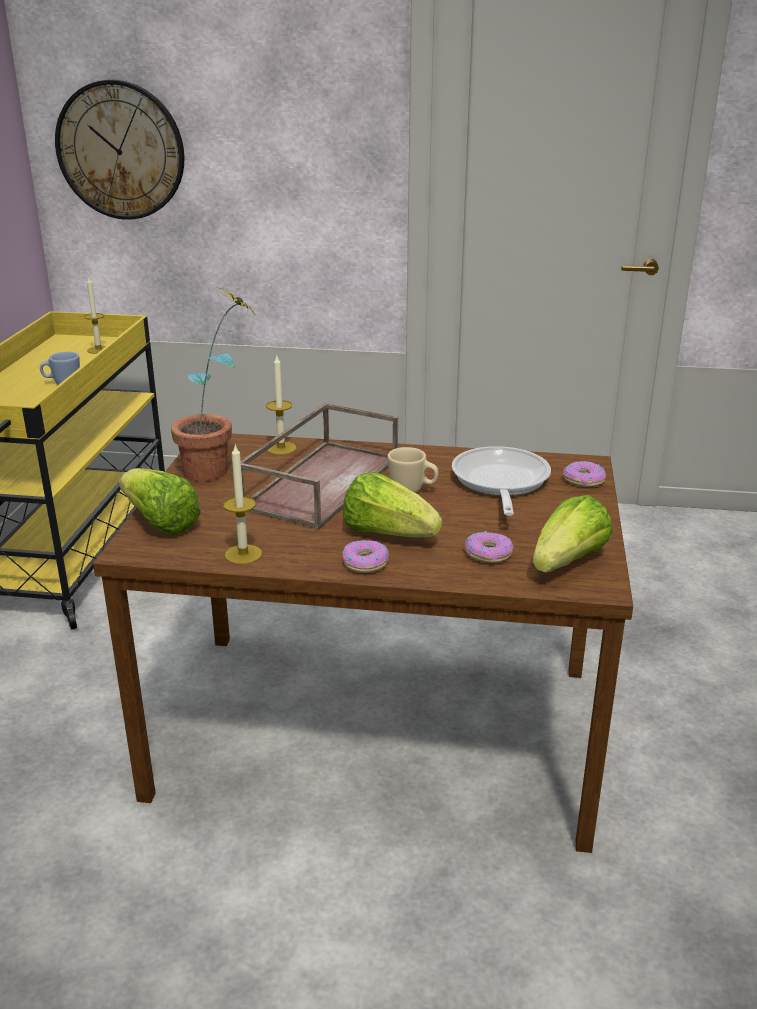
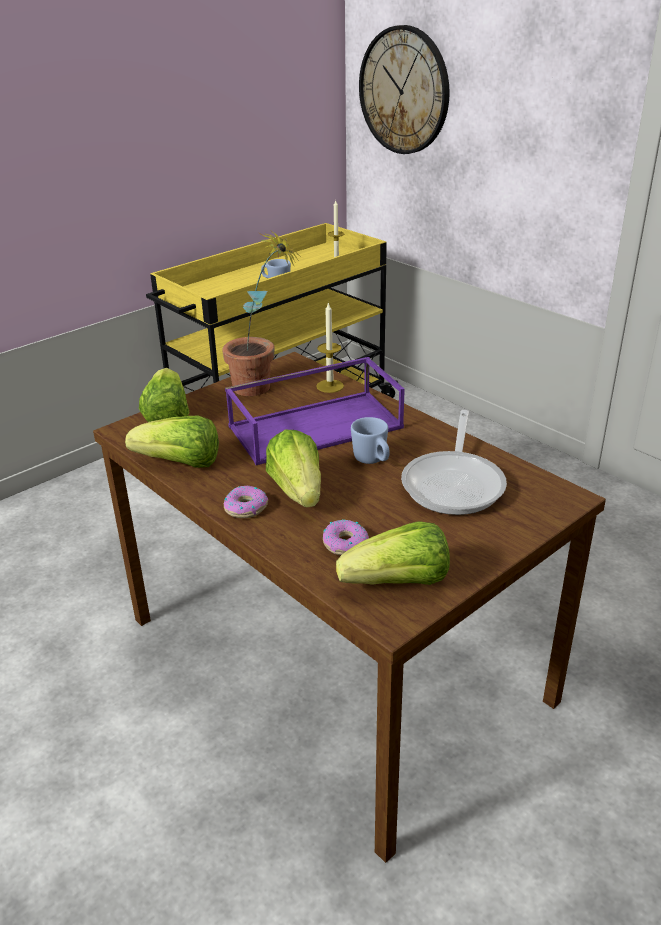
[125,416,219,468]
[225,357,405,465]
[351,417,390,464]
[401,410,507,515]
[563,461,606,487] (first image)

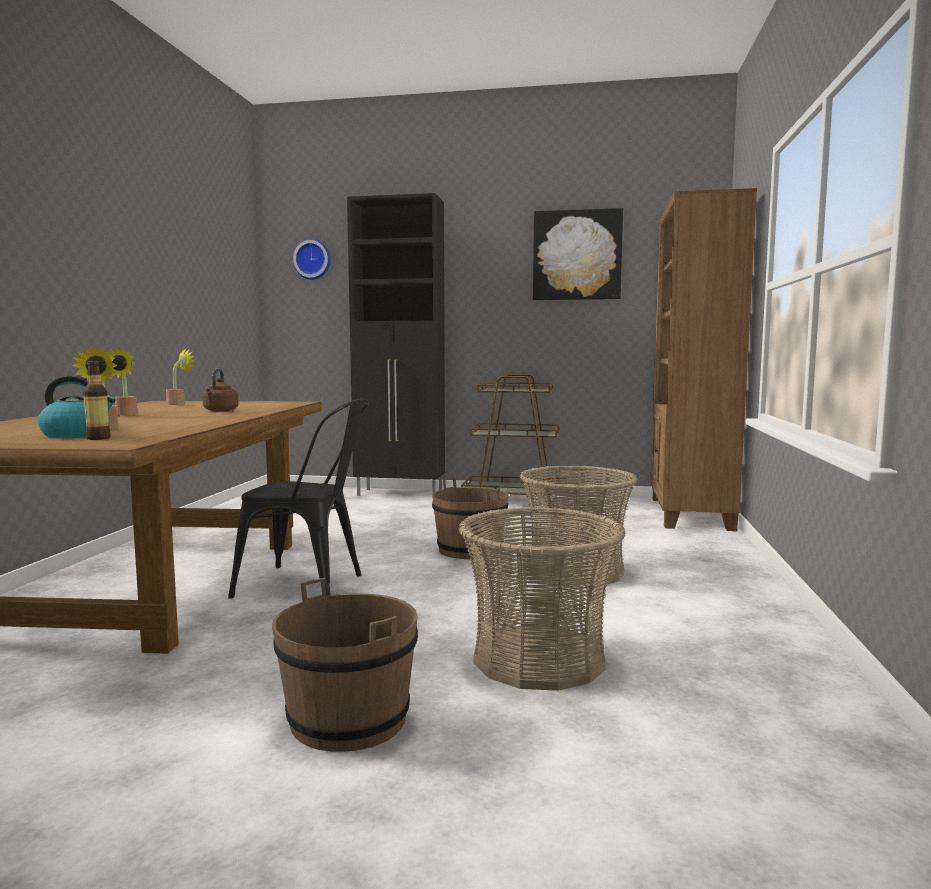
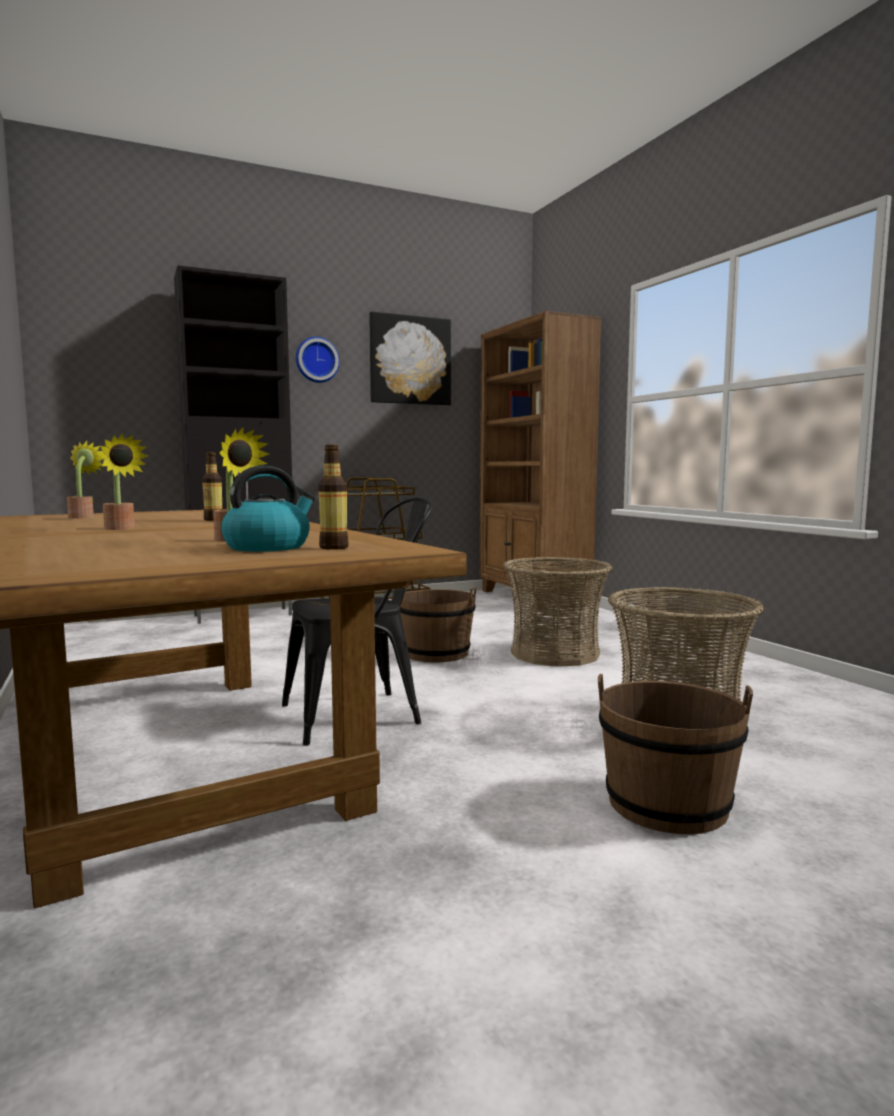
[202,452,223,521]
[296,337,340,383]

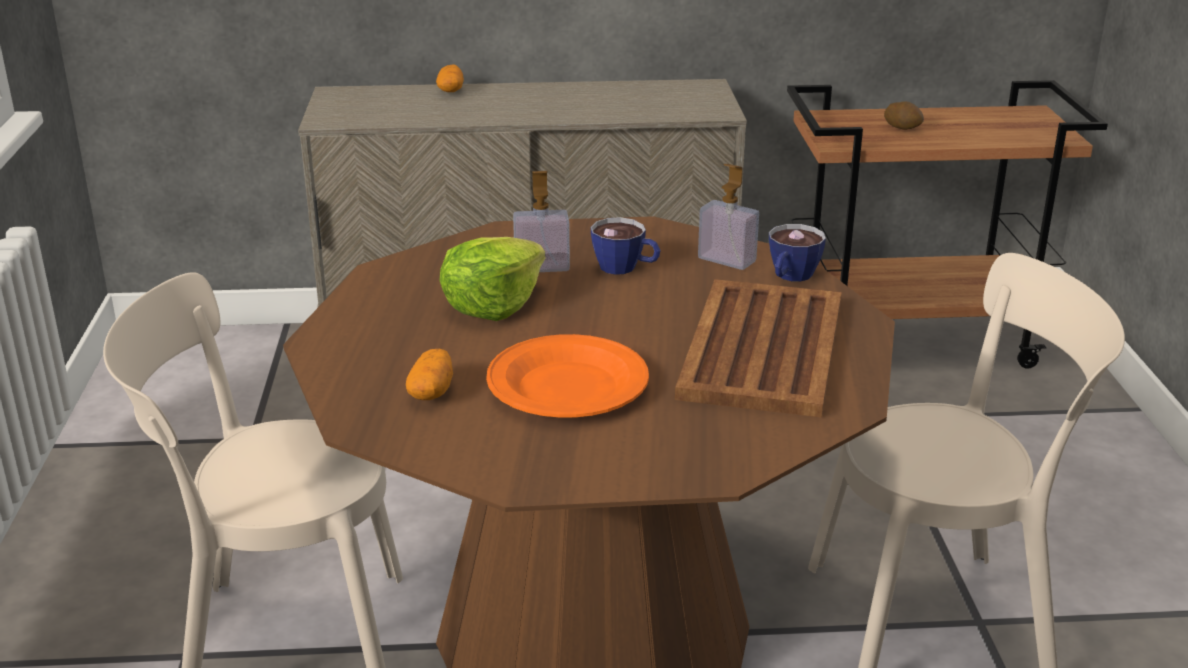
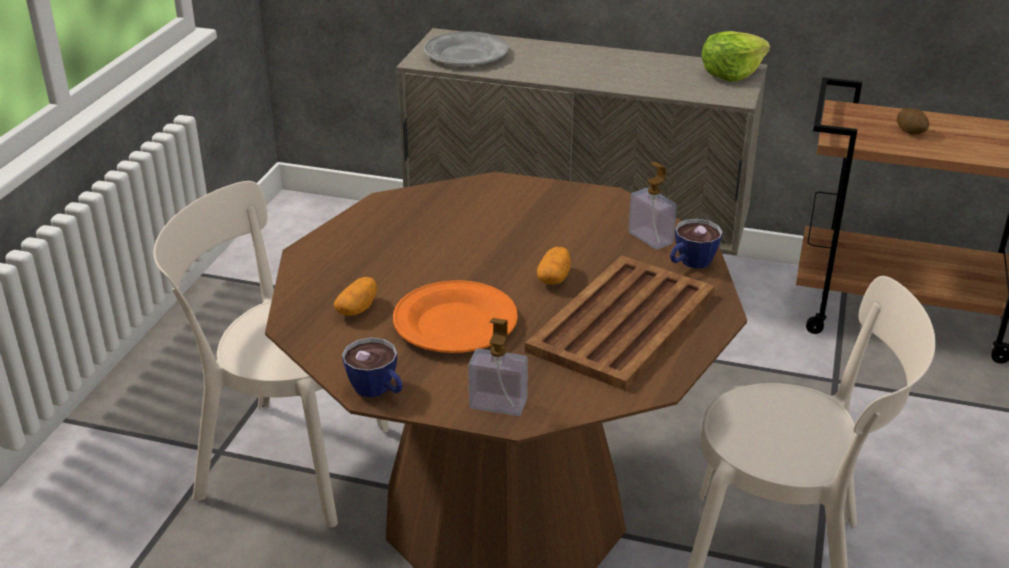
[537,247,571,285]
[701,31,770,82]
[468,318,528,416]
[342,337,402,397]
[423,31,509,65]

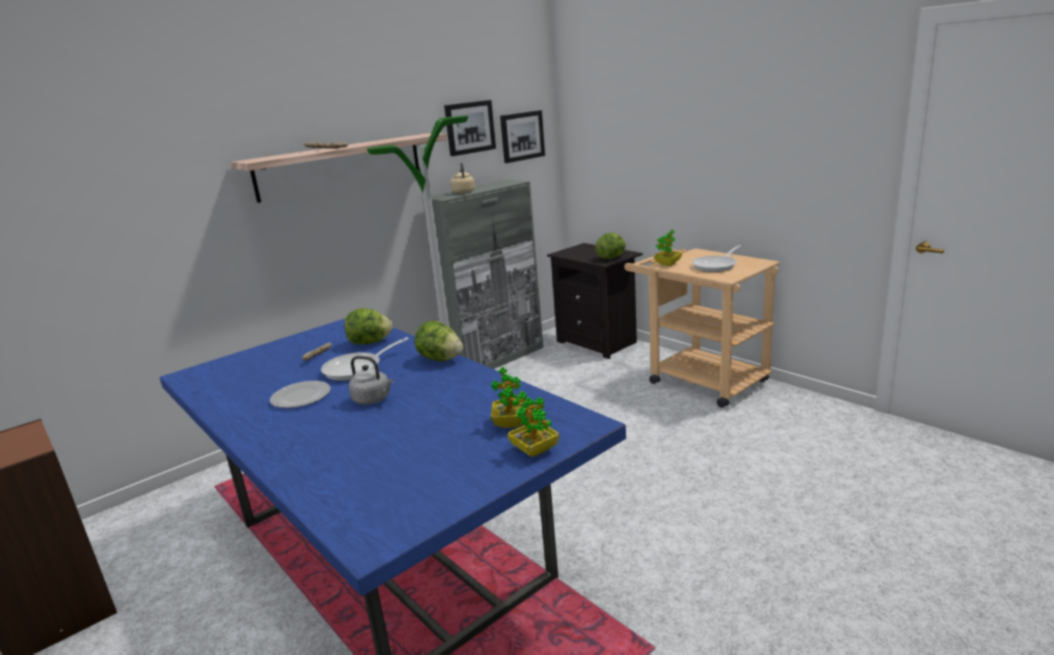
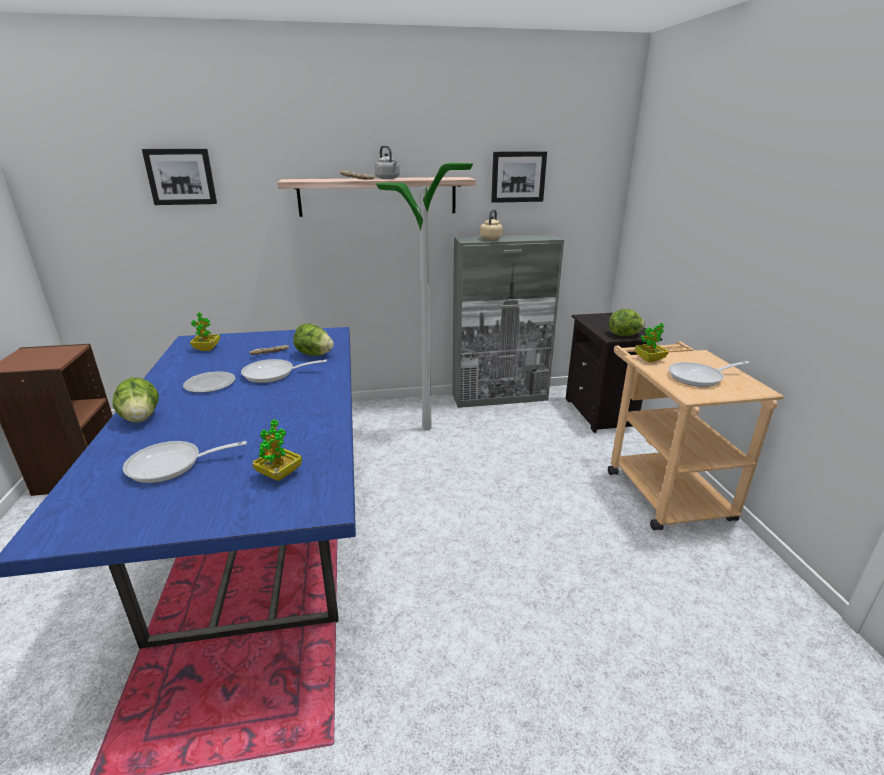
[375,146,400,179]
[113,378,159,422]
[142,149,217,205]
[190,312,220,351]
[123,441,247,483]

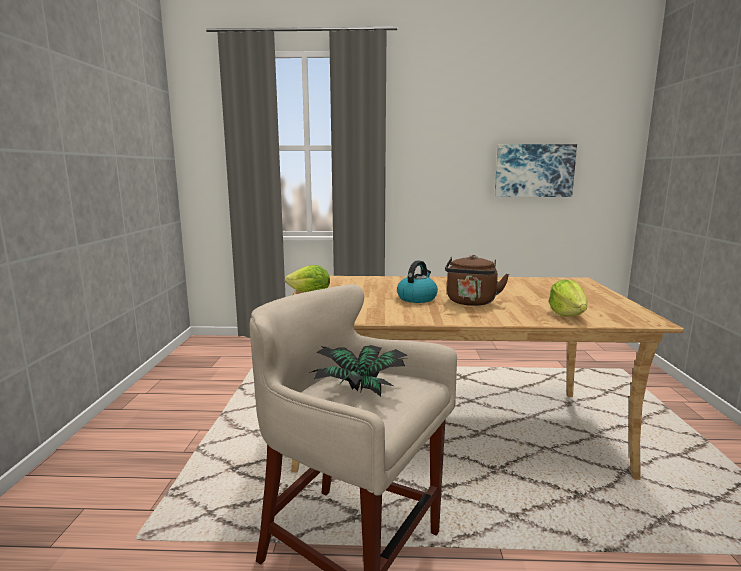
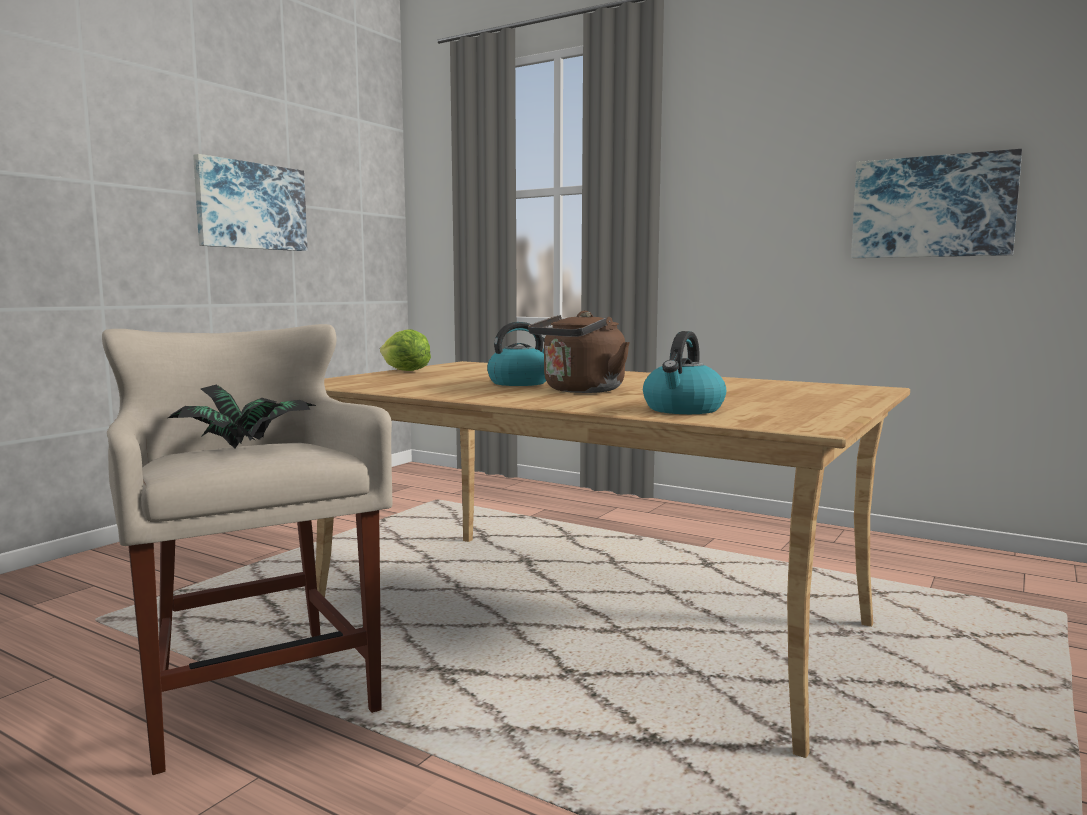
[643,331,726,414]
[193,154,307,251]

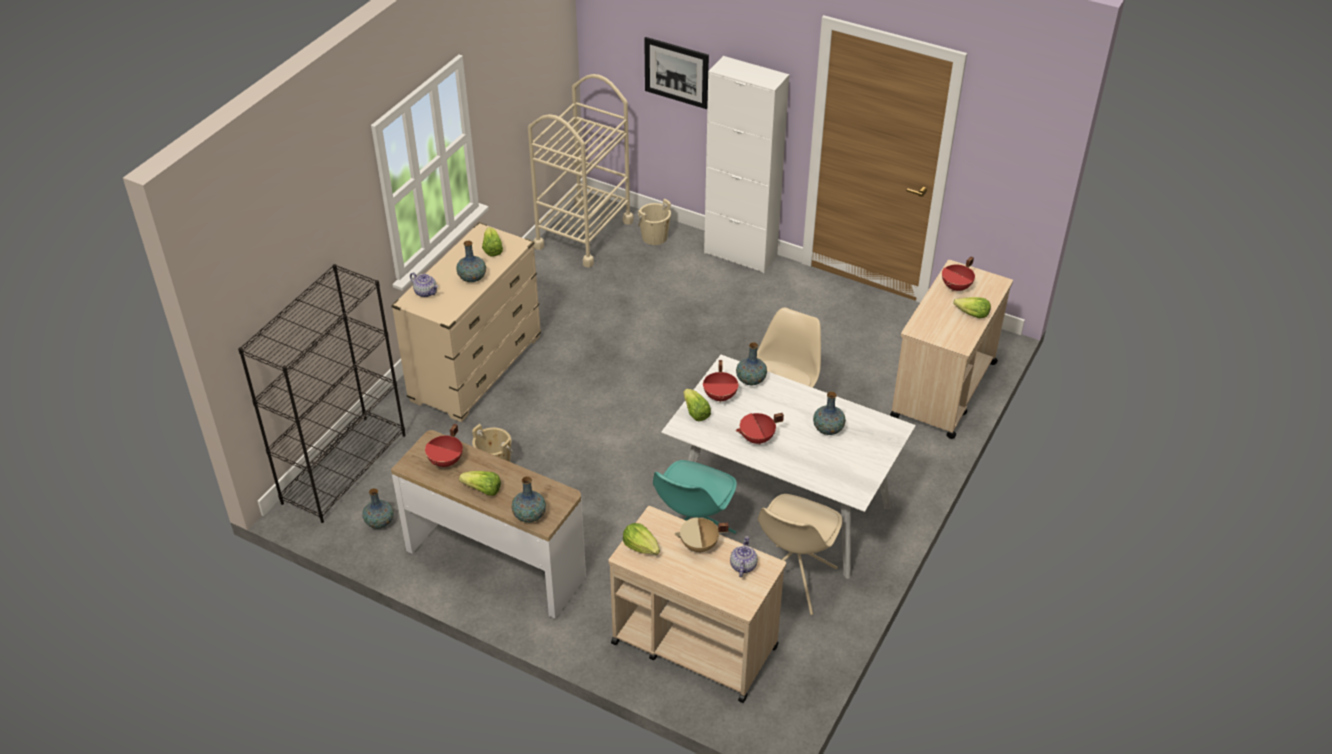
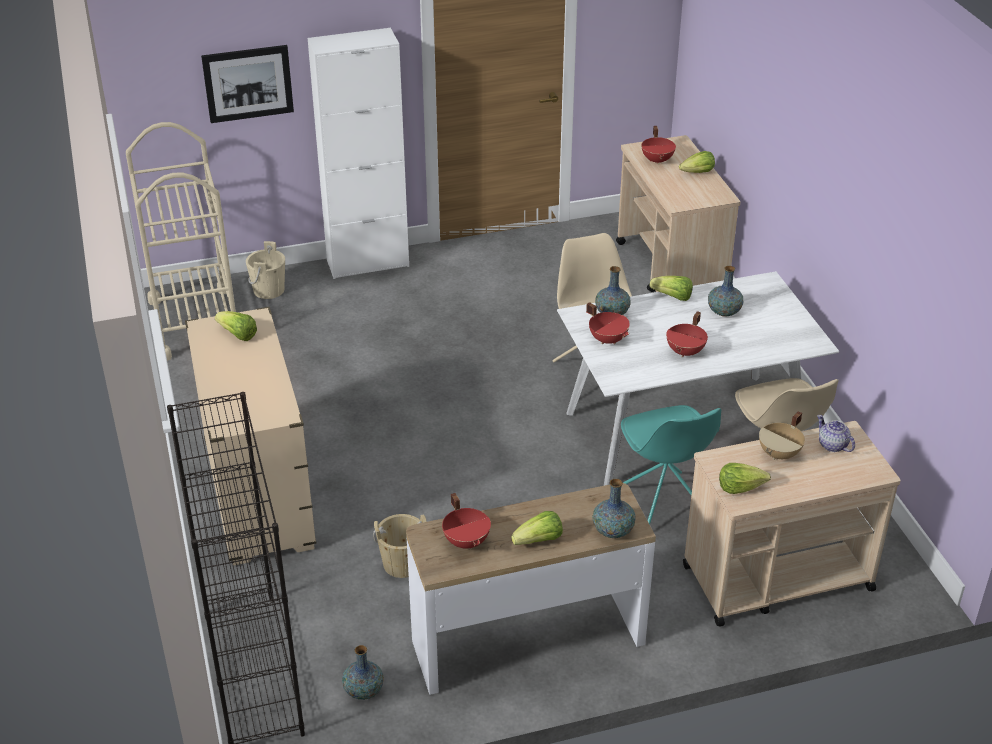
[410,272,438,297] (first image)
[456,241,486,282] (first image)
[650,276,693,301]

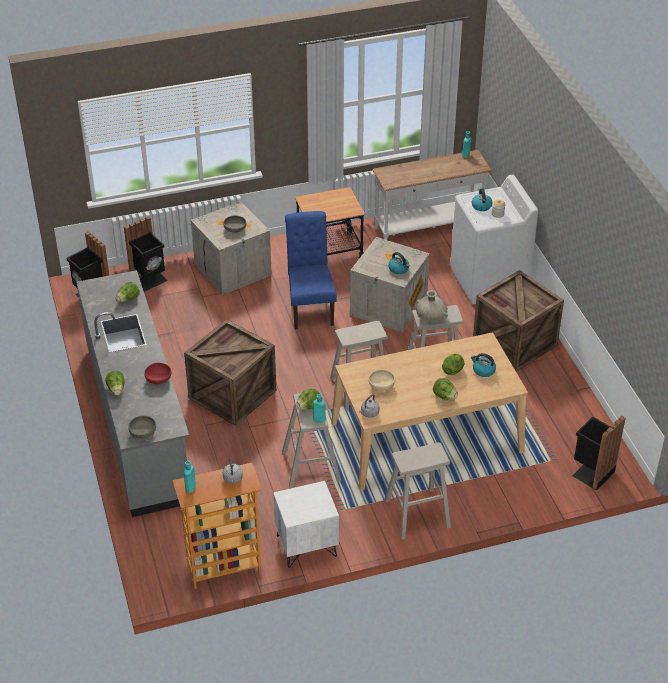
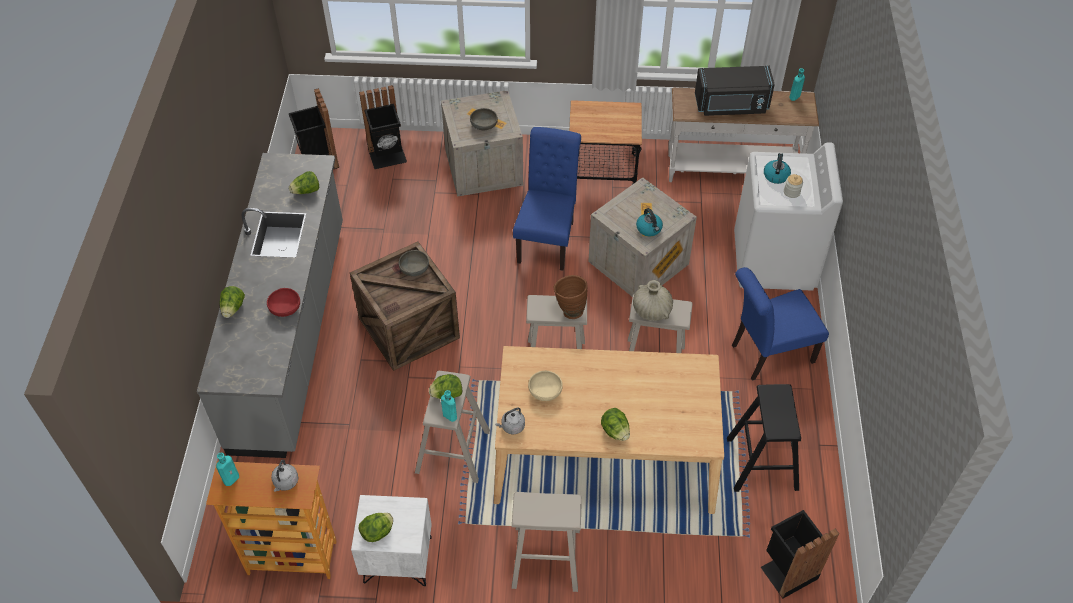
[399,250,429,276]
[358,513,393,542]
[471,353,496,377] (first image)
[732,267,829,381]
[554,275,588,319]
[695,66,775,116]
[727,384,801,492]

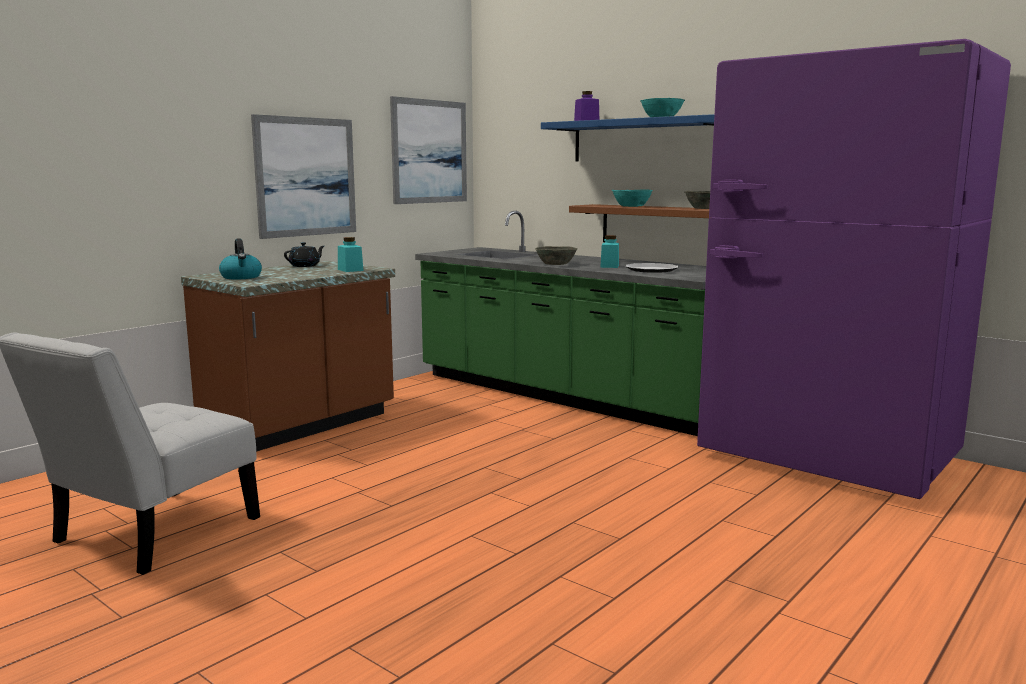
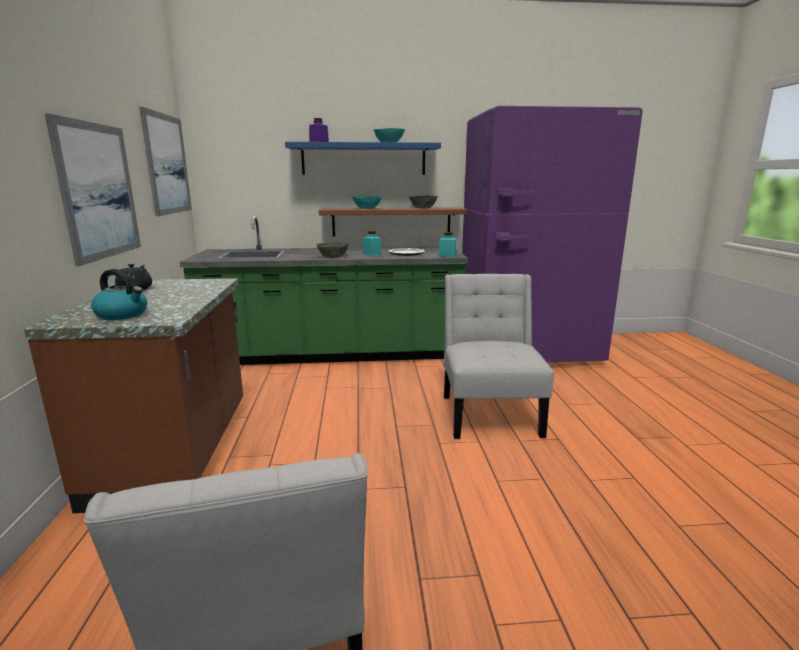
[439,232,457,257]
[444,274,554,439]

